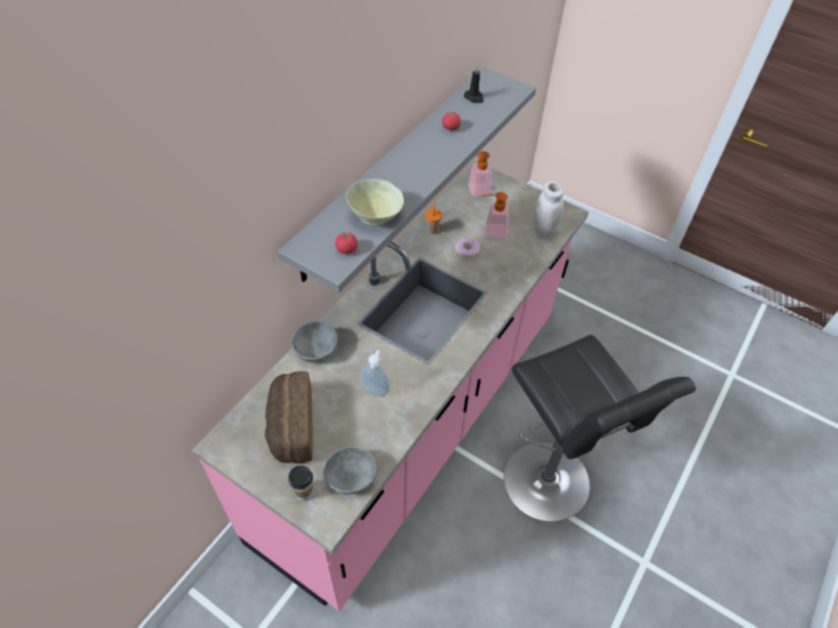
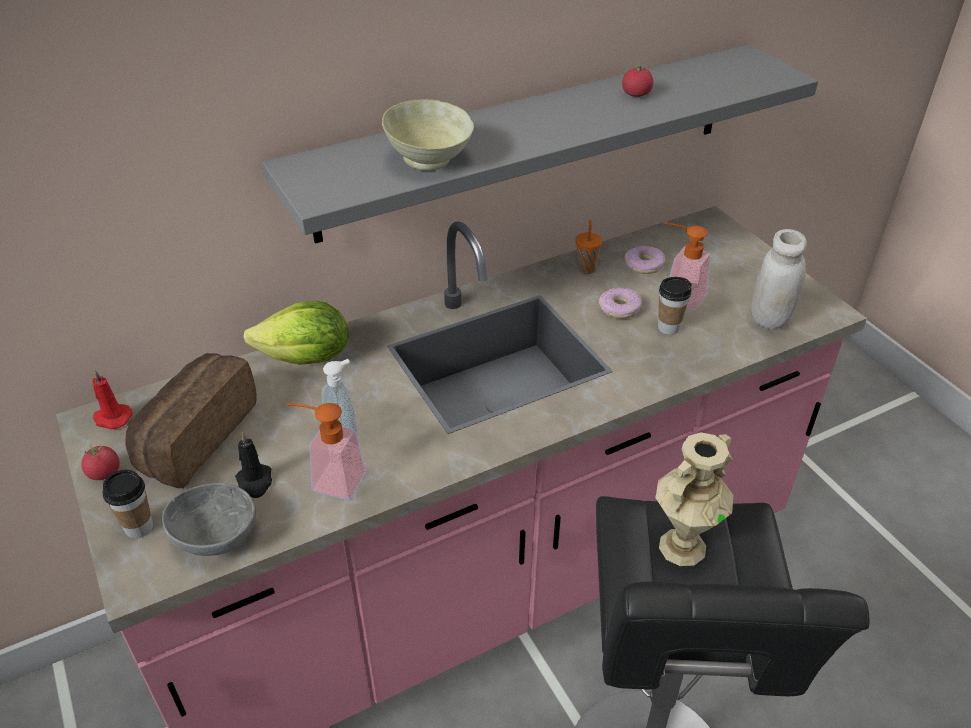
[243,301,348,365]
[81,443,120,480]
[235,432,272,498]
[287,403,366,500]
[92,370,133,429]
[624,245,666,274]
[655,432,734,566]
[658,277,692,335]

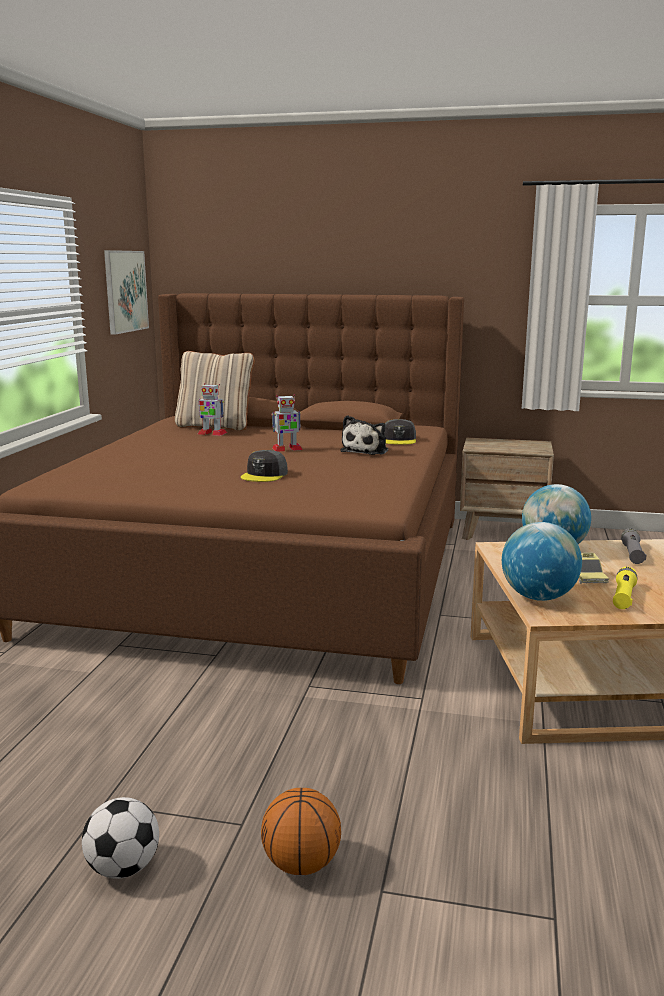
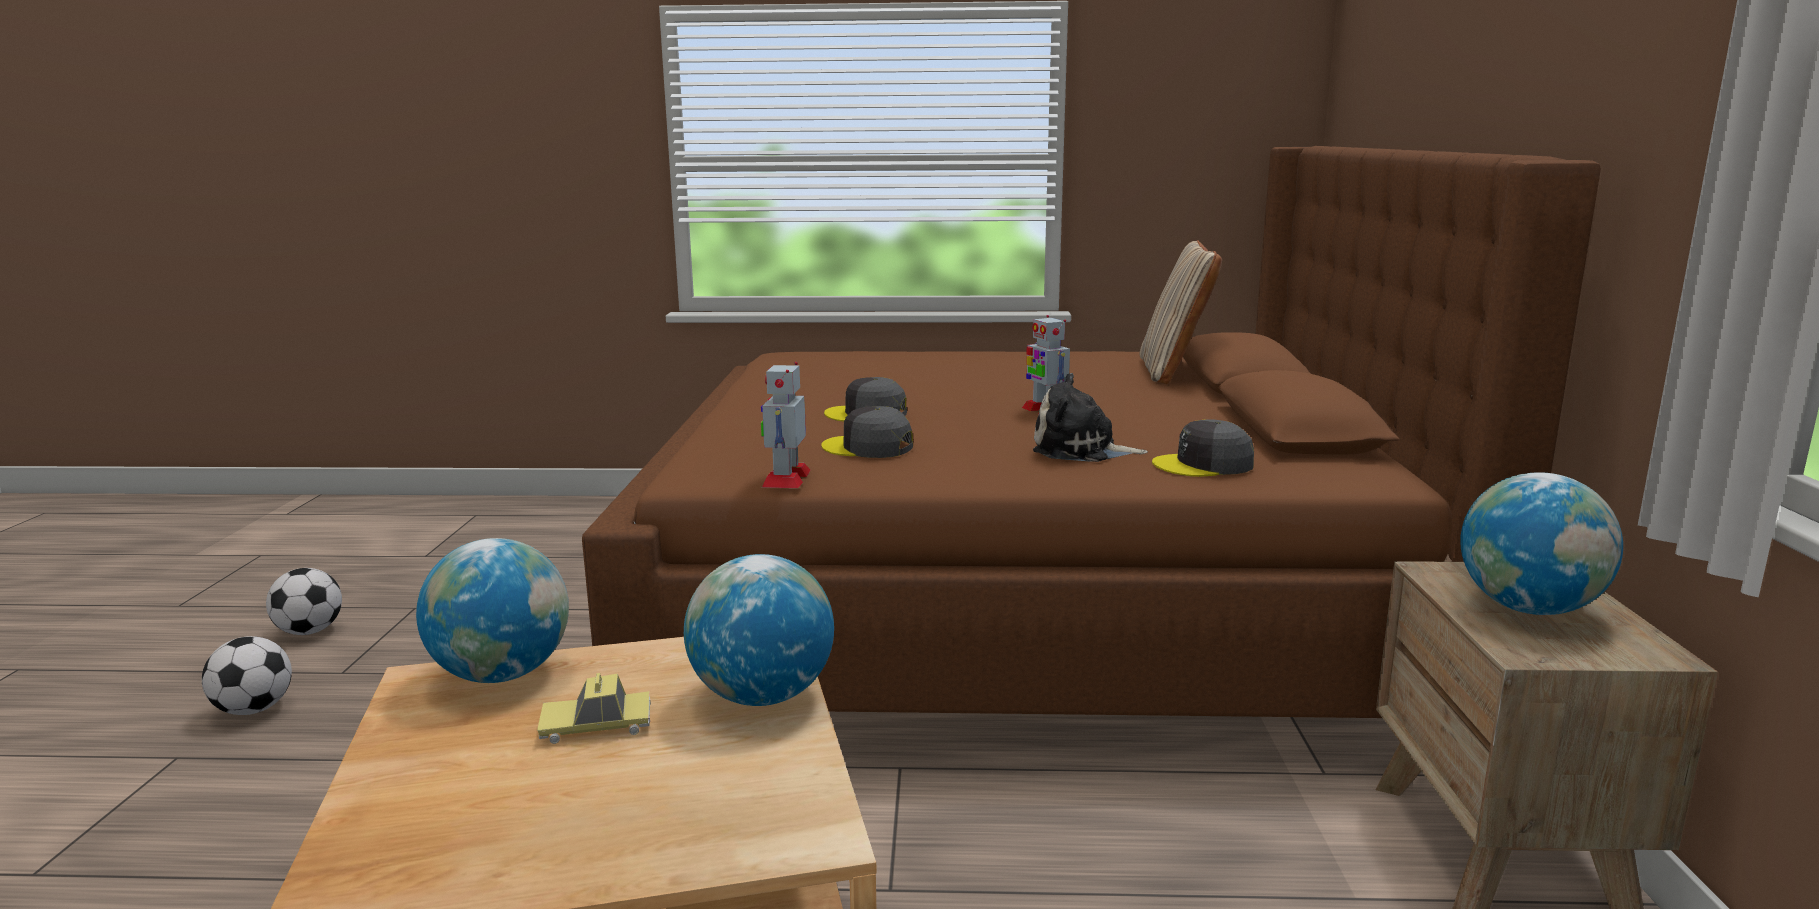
[104,250,149,335] (first image)
[761,362,811,488]
[202,636,292,715]
[613,567,638,609] (first image)
[621,528,647,564] (first image)
[821,406,913,458]
[1460,472,1623,615]

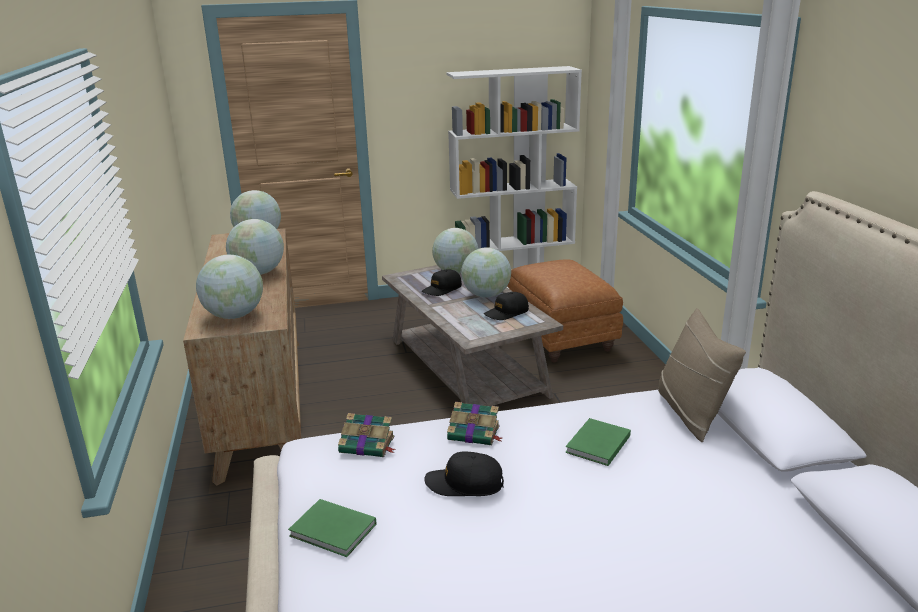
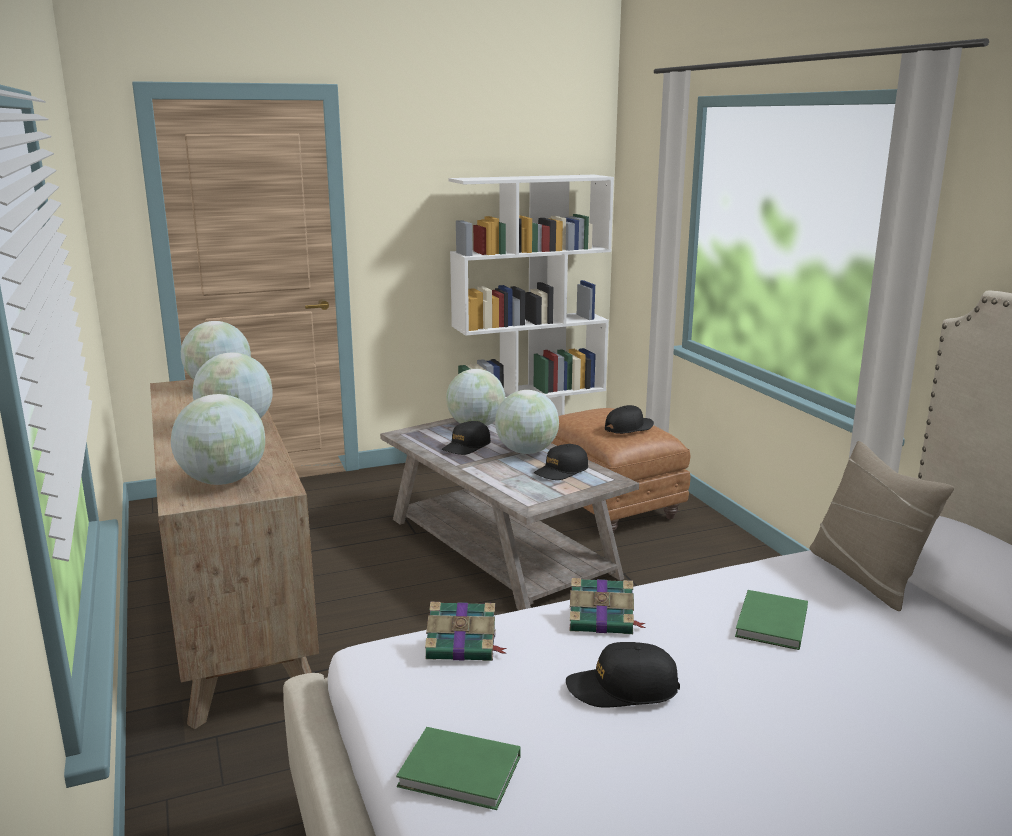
[605,405,654,434]

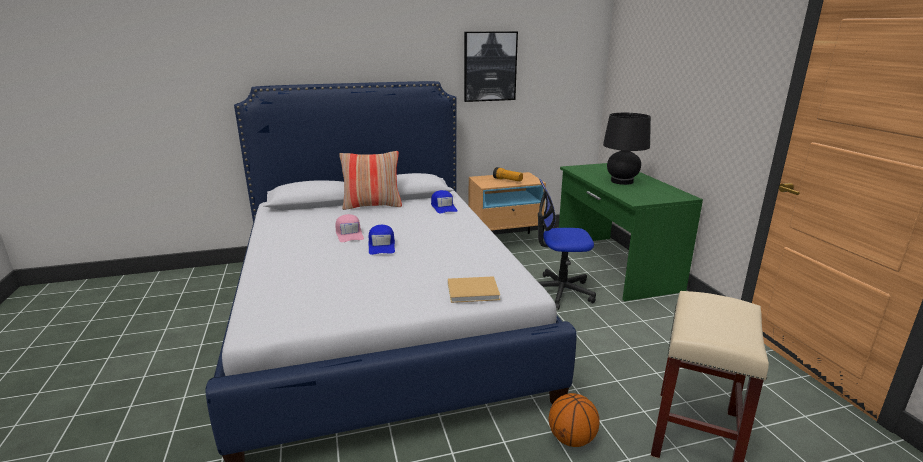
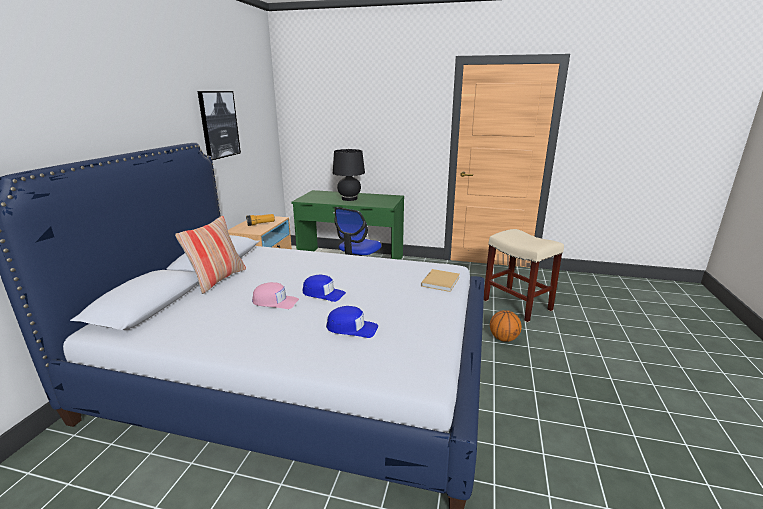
[326,306,378,338]

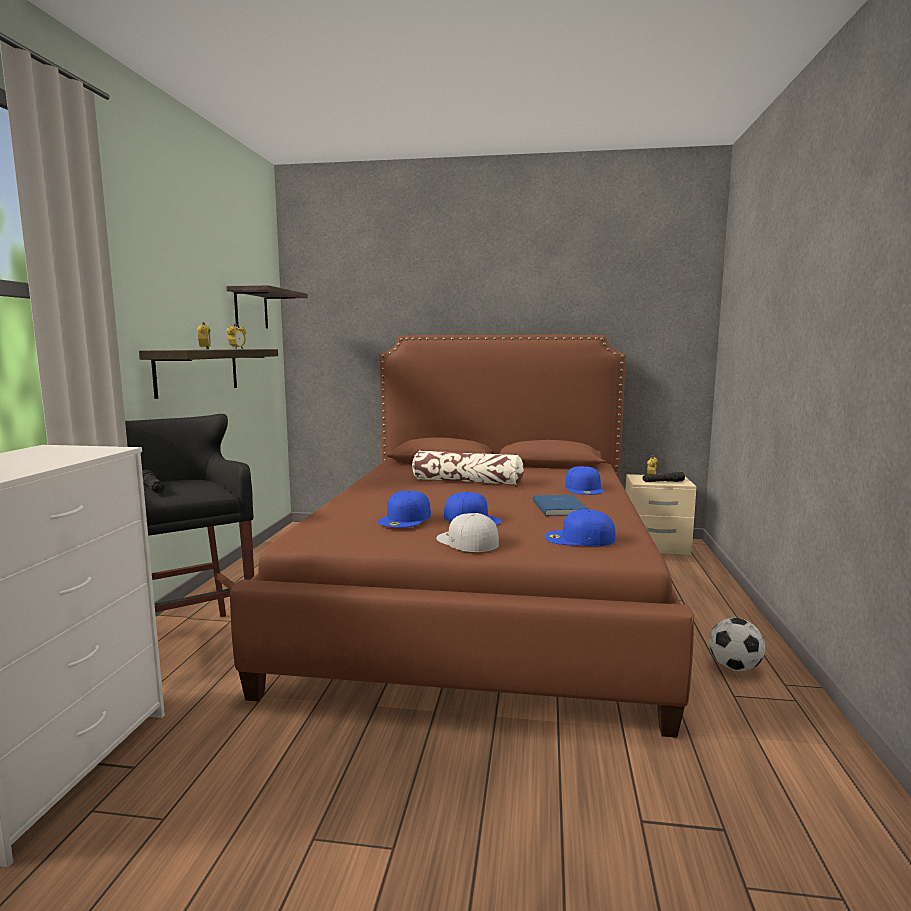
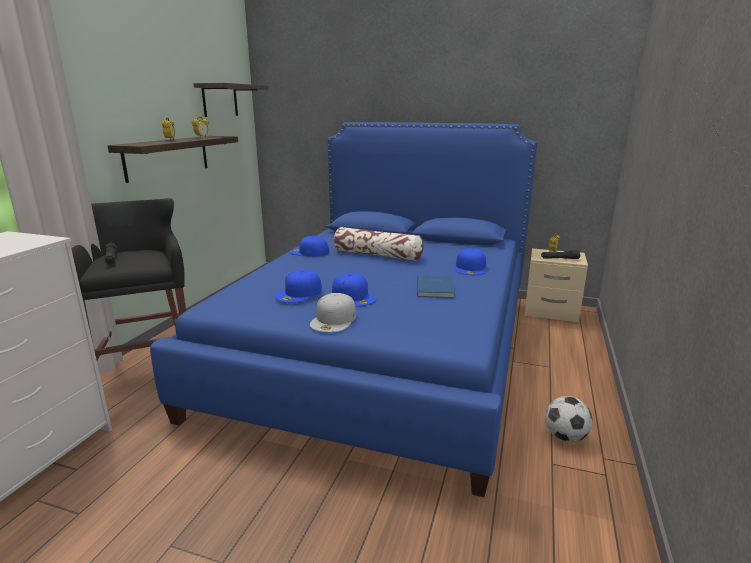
[150,122,537,497]
[310,293,356,333]
[290,236,329,257]

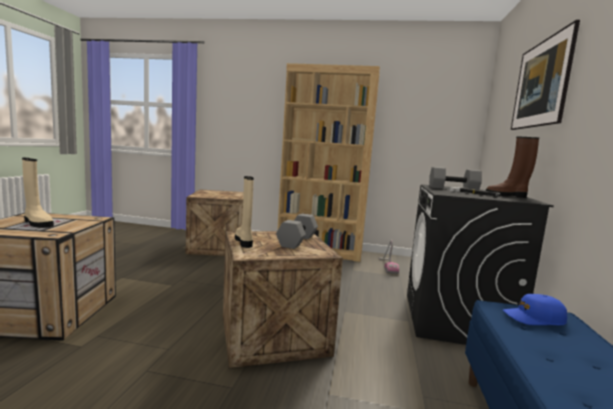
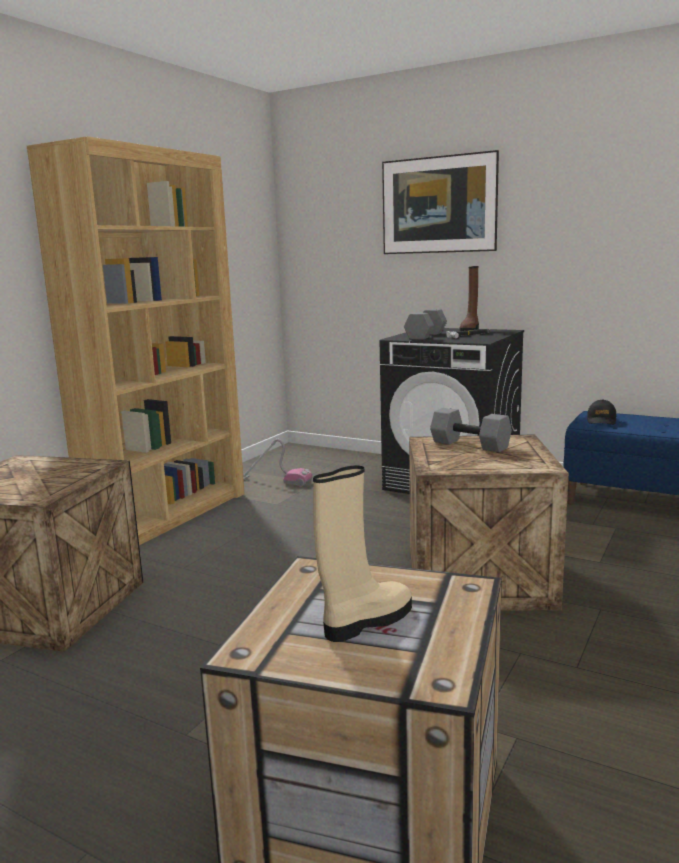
[235,176,254,248] (first image)
[587,400,616,425]

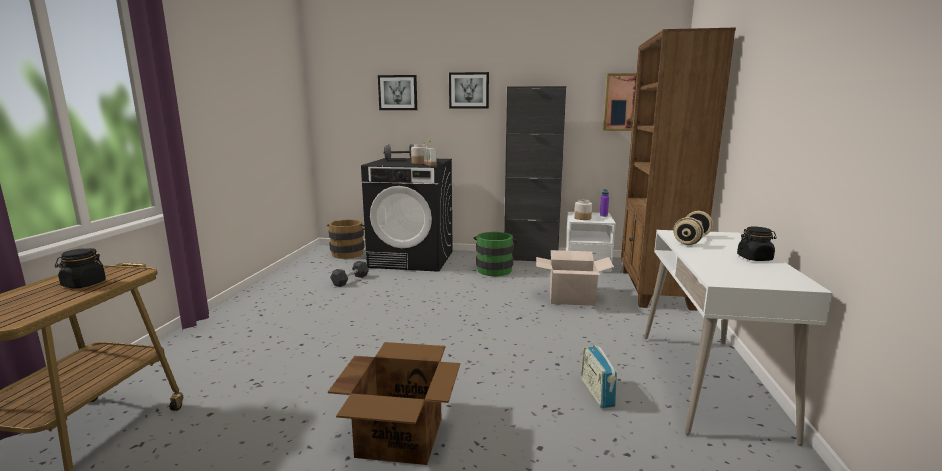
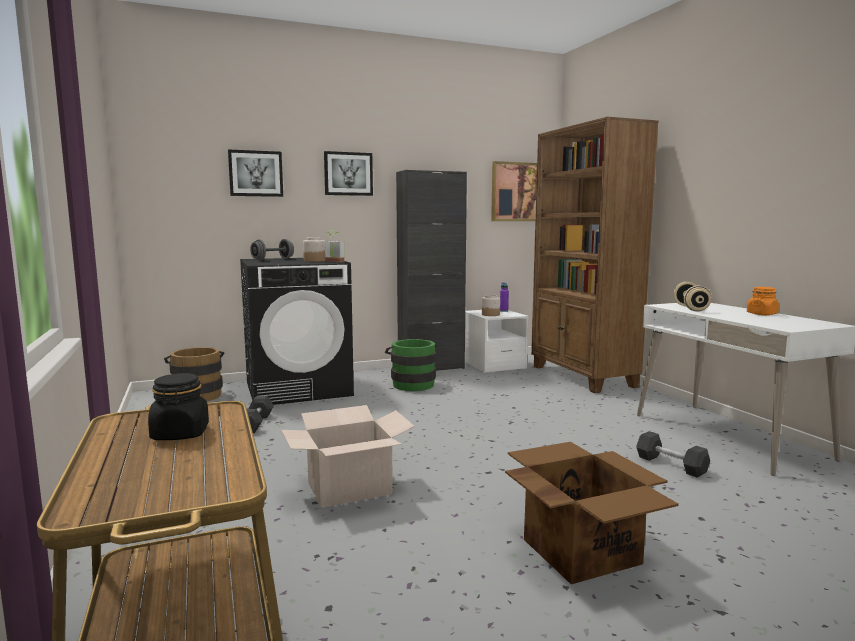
[281,405,415,508]
[636,431,710,478]
[747,287,779,315]

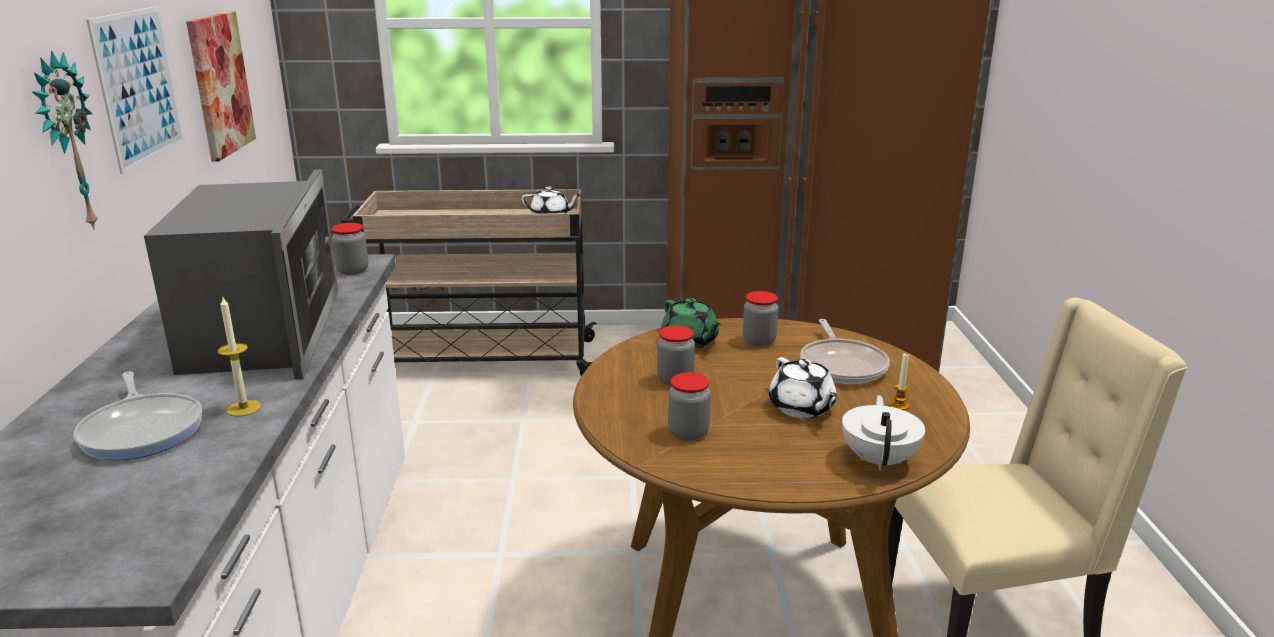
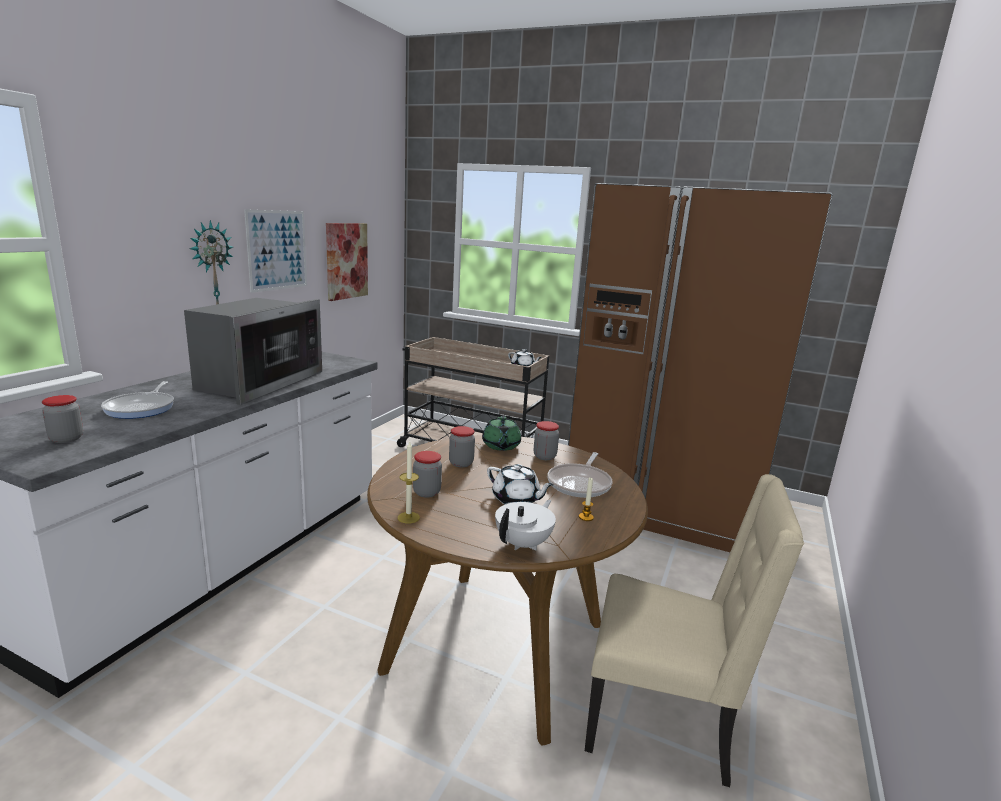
[398,442,420,524]
[42,395,83,443]
[487,464,554,504]

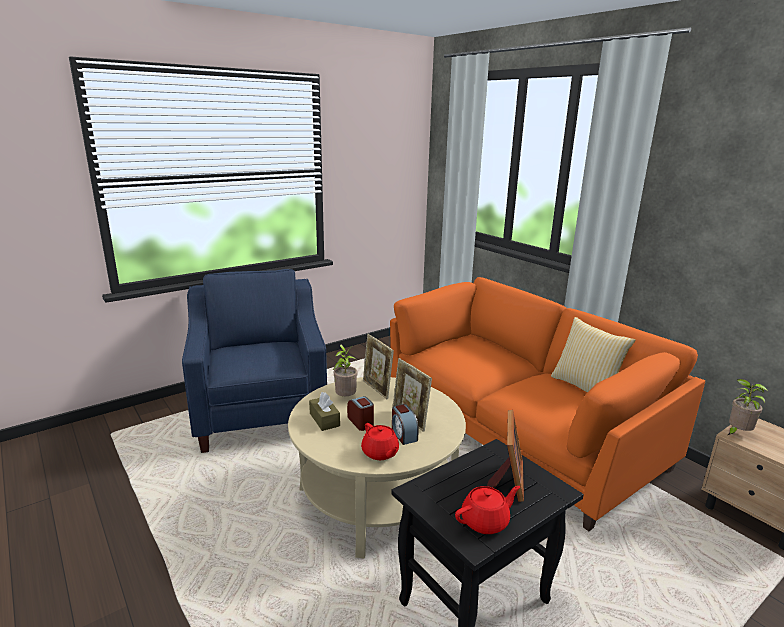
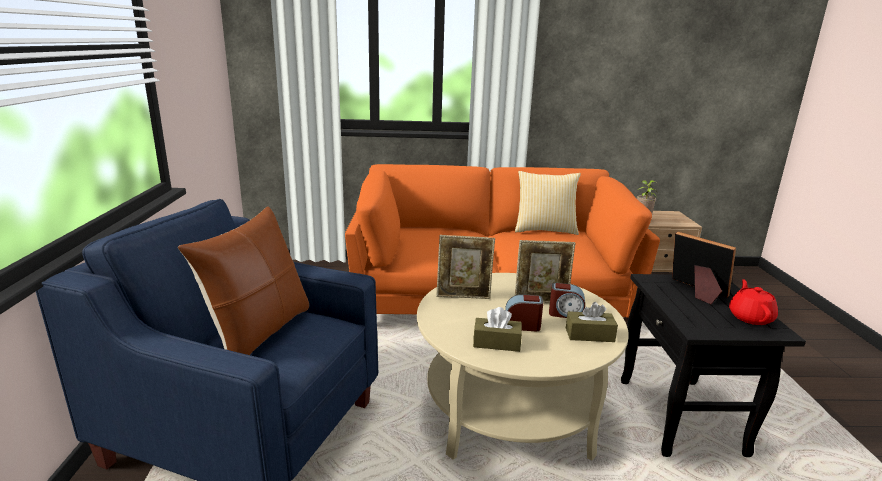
[333,345,358,396] (first image)
[566,302,618,342]
[178,206,309,355]

